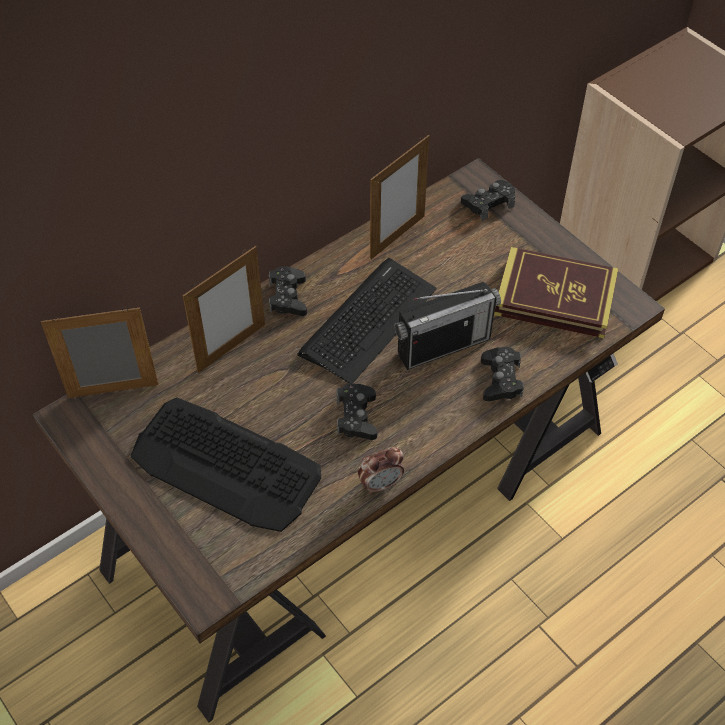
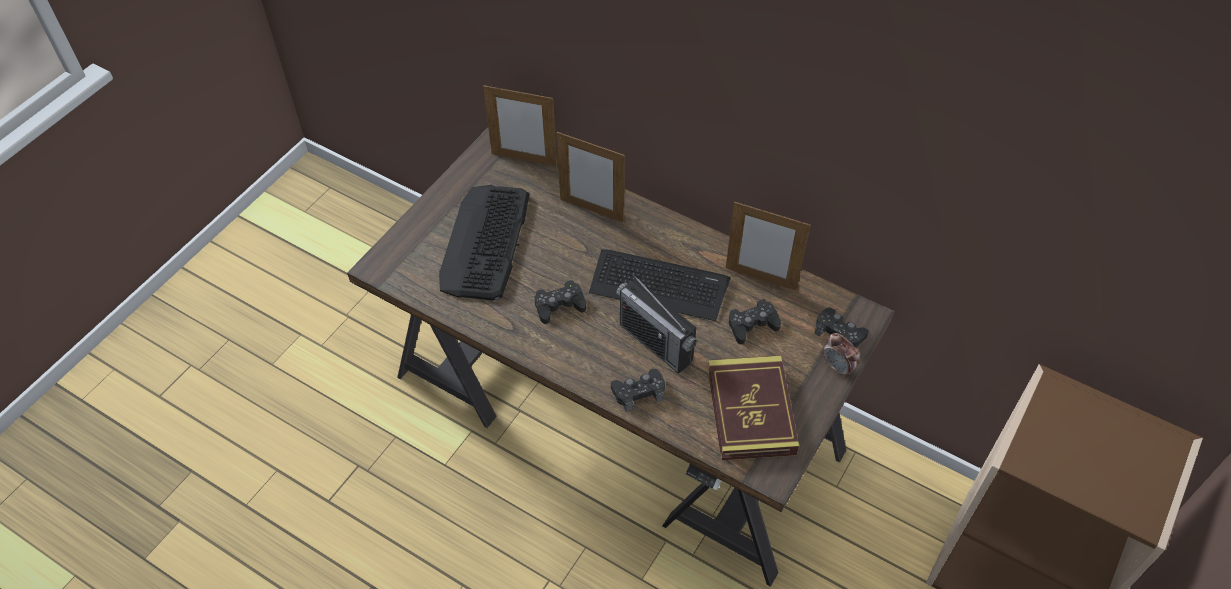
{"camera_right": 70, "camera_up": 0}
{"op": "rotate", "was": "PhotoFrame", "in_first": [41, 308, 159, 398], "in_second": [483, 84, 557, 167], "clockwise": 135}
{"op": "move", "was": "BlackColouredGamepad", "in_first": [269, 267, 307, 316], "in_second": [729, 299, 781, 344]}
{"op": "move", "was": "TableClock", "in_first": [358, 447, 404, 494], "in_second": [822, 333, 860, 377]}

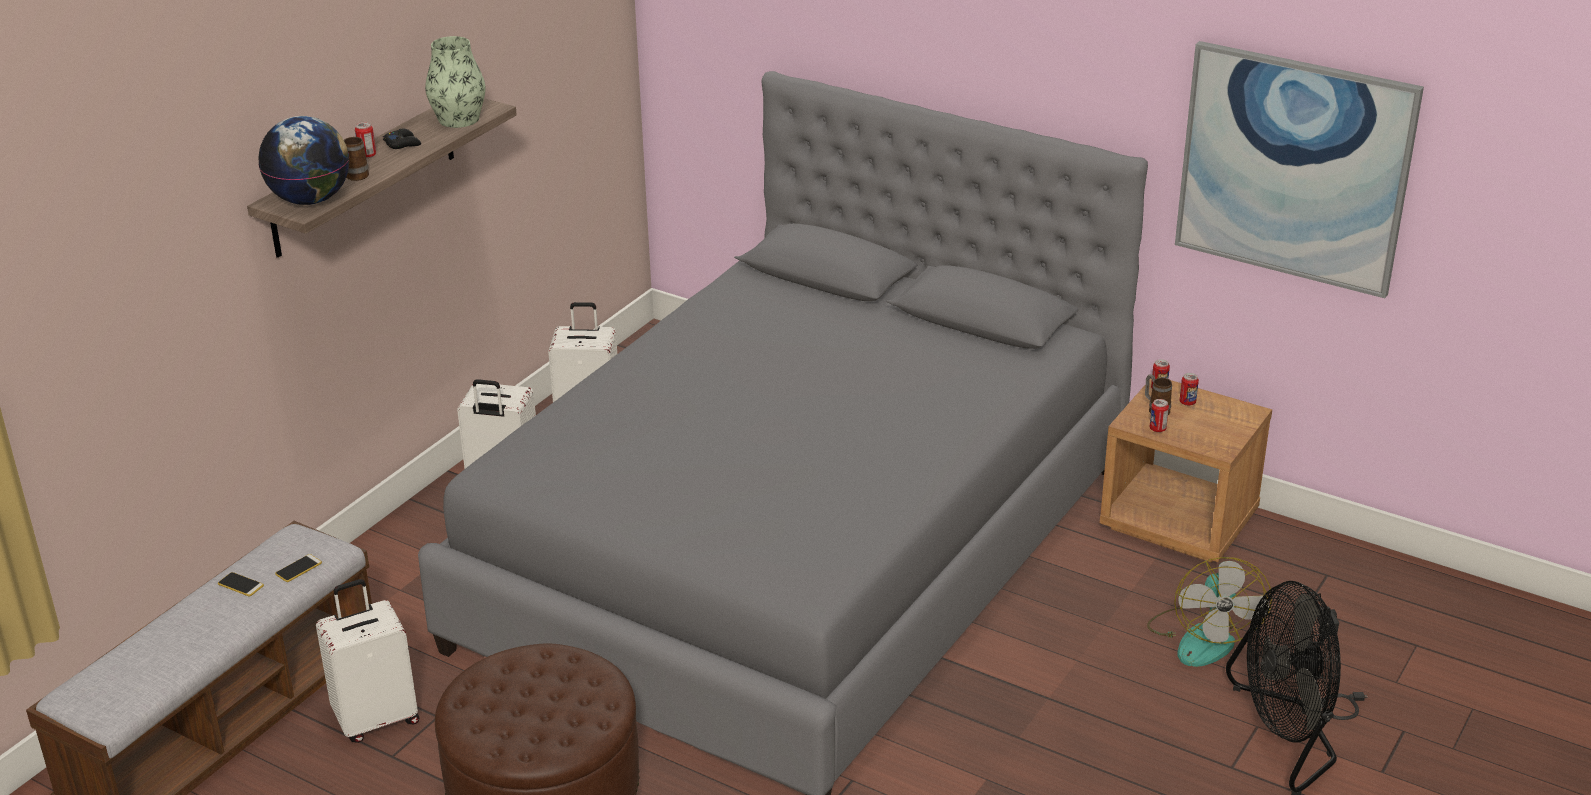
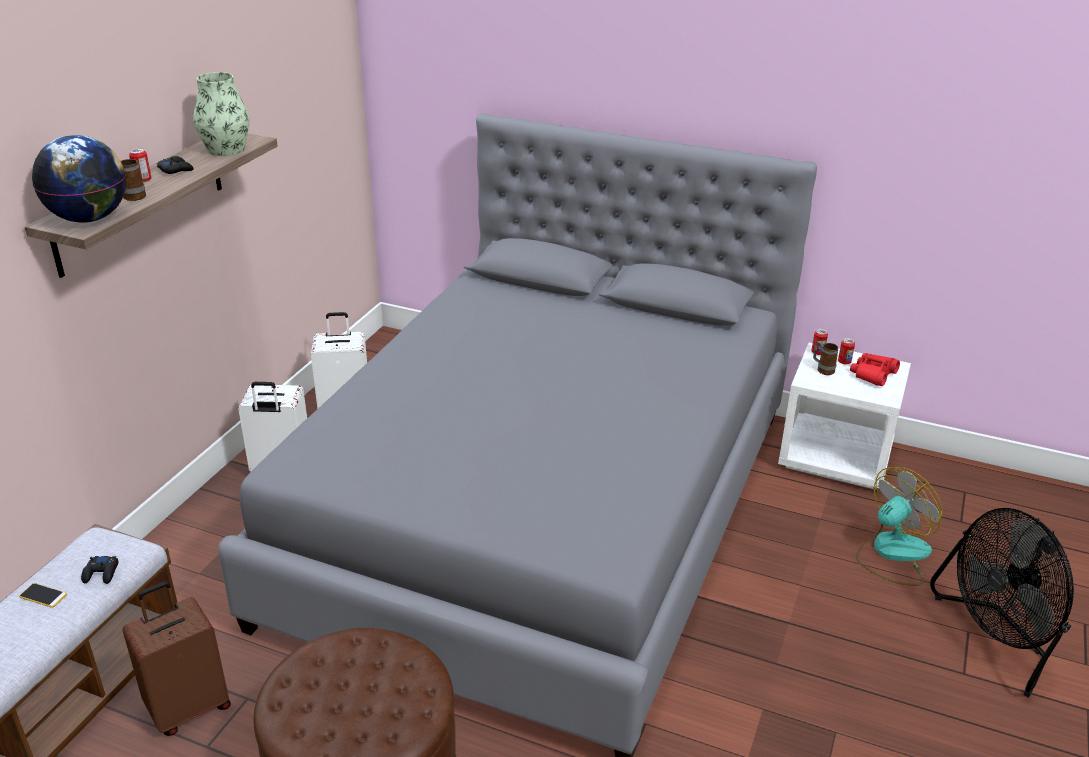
{"camera_right": -10, "camera_up": 0}
{"op": "replace", "was": "Telephone", "now": "BlackColouredGamepad", "in_first": [275, 554, 322, 582], "in_second": [81, 556, 118, 584]}
{"op": "recolor", "was": "WhiteColouredPieceOfLuggage", "now": "BrownishPieceOfLuggage", "in_first": [316, 579, 419, 743], "in_second": [122, 581, 231, 736]}
{"op": "recolor", "was": "BrownishBedsideTable", "now": "WhiteColouredBedsideTable", "in_first": [1100, 379, 1272, 562], "in_second": [778, 343, 911, 489]}
{"op": "insert", "now": "RedPairOfBinoculars", "in_second": [850, 353, 900, 386]}
{"op": "rotate", "was": "Fan", "in_first": [1147, 557, 1272, 667], "in_second": [856, 467, 943, 586], "clockwise": -120}
{"op": "delete", "was": "MetalCan", "in_first": [1149, 399, 1169, 432]}
{"op": "delete", "was": "WallPicture", "in_first": [1175, 41, 1424, 298]}

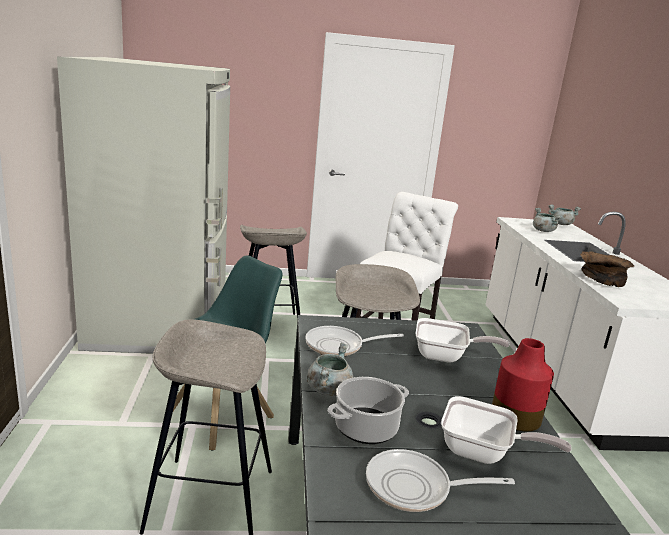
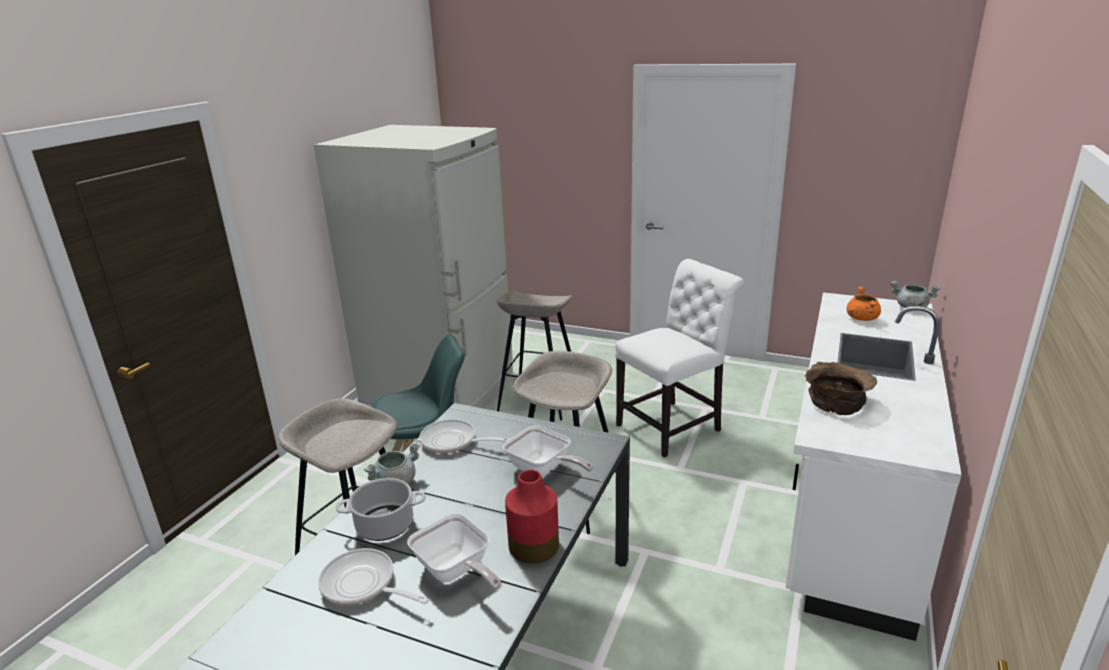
{"camera_right": 30, "camera_up": 5}
{"op": "recolor", "was": "GreyishStockpot", "now": "OrangeStockpot", "in_first": [533, 208, 562, 232], "in_second": [847, 287, 881, 321]}

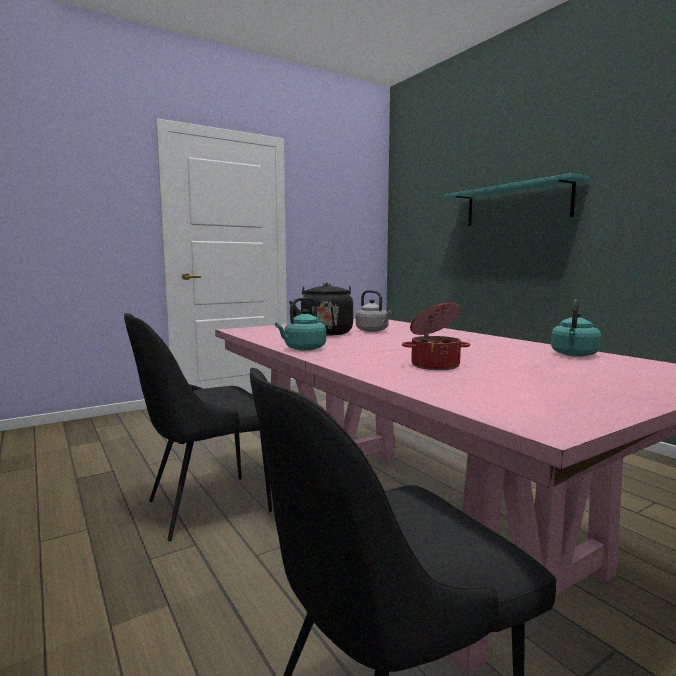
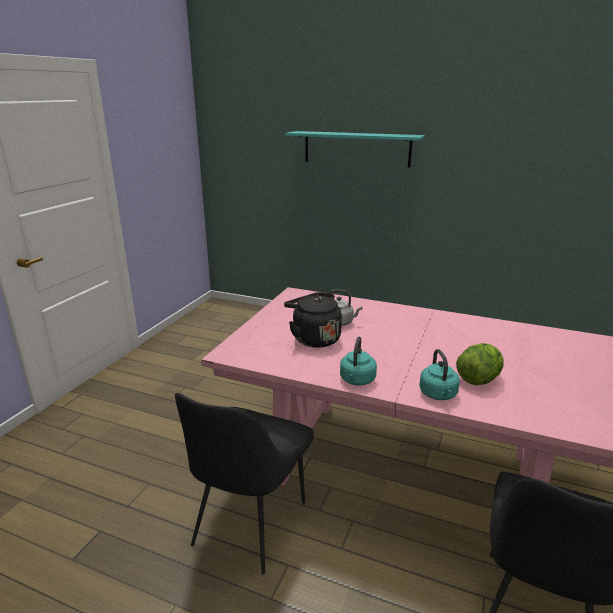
{"camera_right": -35, "camera_up": 15}
{"op": "move", "was": "TurquoiseWaterKettle", "in_first": [551, 299, 601, 357], "in_second": [419, 349, 460, 400]}
{"op": "replace", "was": "Stockpot", "now": "Lettuce", "in_first": [402, 303, 470, 370], "in_second": [456, 343, 504, 385]}

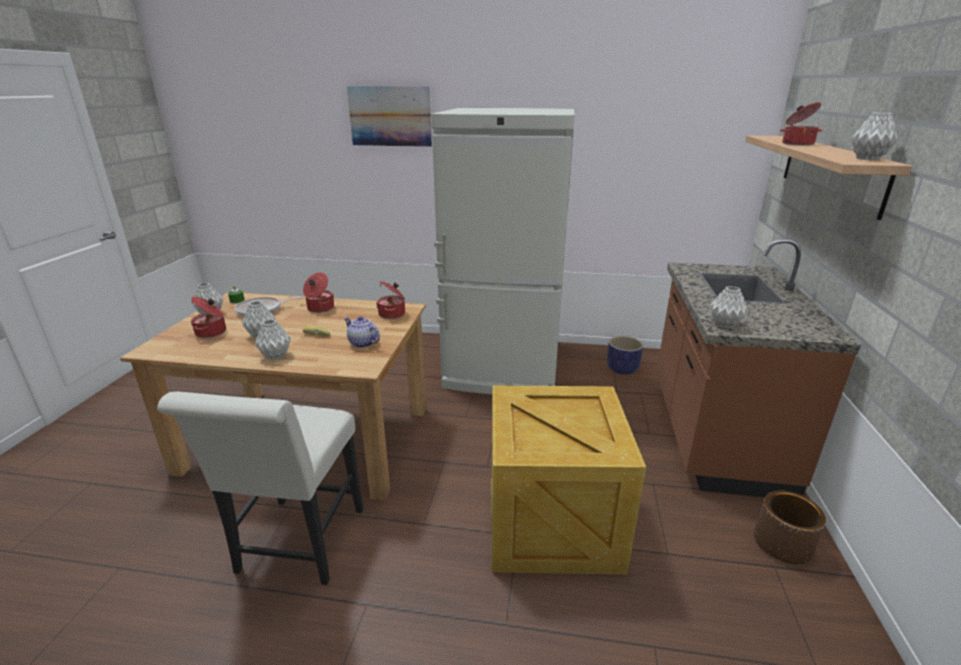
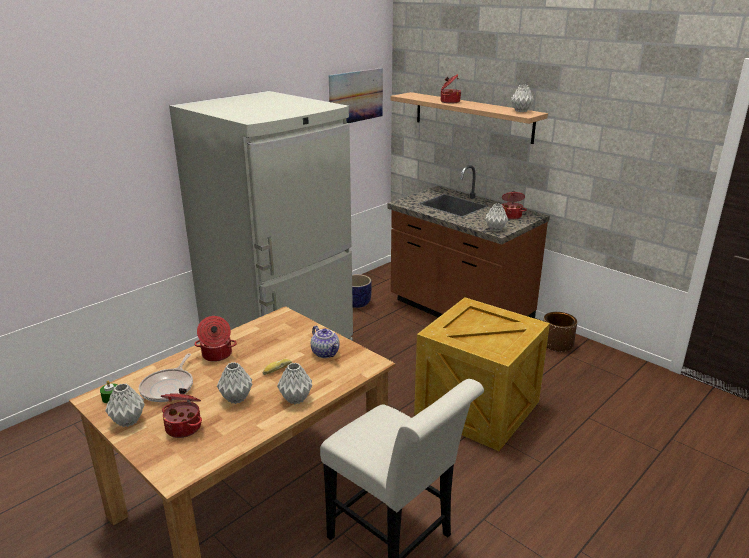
{"camera_right": -55, "camera_up": 0}
{"op": "rotate", "was": "PotForTea", "in_first": [344, 316, 380, 348], "in_second": [311, 326, 340, 358], "clockwise": -105}
{"op": "move", "was": "WallPicture", "in_first": [347, 86, 432, 147], "in_second": [329, 68, 383, 123]}
{"op": "move", "was": "Stockpot", "in_first": [376, 281, 405, 319], "in_second": [502, 191, 527, 220]}

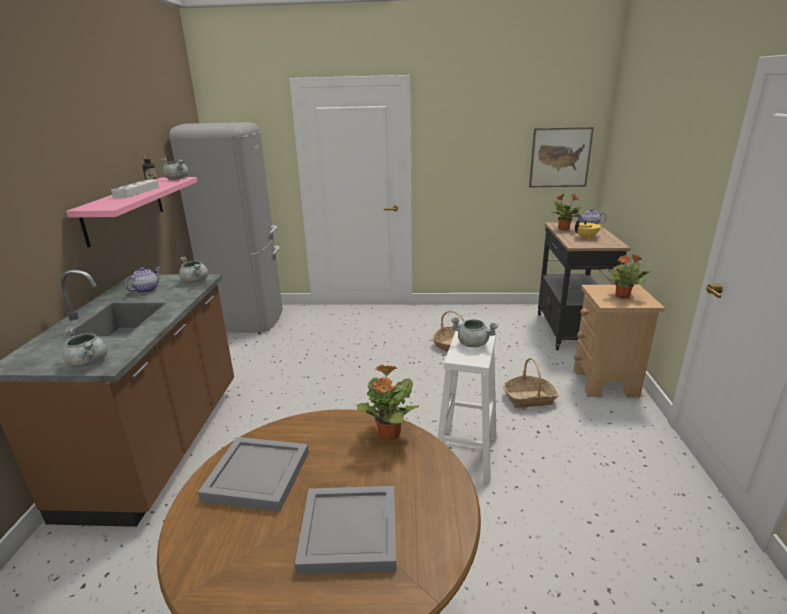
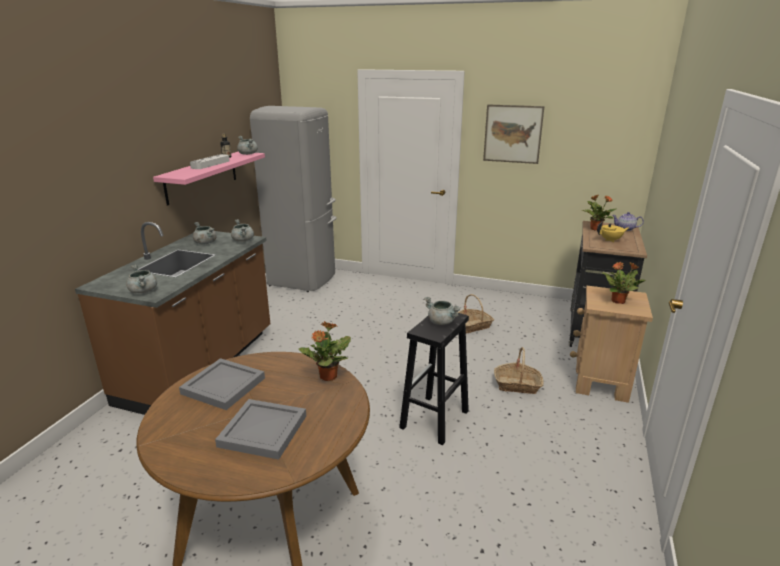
{"camera_right": 15, "camera_up": 0}
{"op": "replace", "was": "PotForTea", "now": "GreyishStockpot", "in_first": [125, 267, 160, 293], "in_second": [193, 222, 217, 244]}
{"op": "recolor", "was": "WhiteColouredStoolSeat", "now": "BlackColouredStoolSeat", "in_first": [438, 331, 496, 483], "in_second": [399, 313, 469, 445]}
{"op": "move", "was": "WallPicture", "in_first": [529, 127, 594, 187], "in_second": [483, 104, 545, 164]}

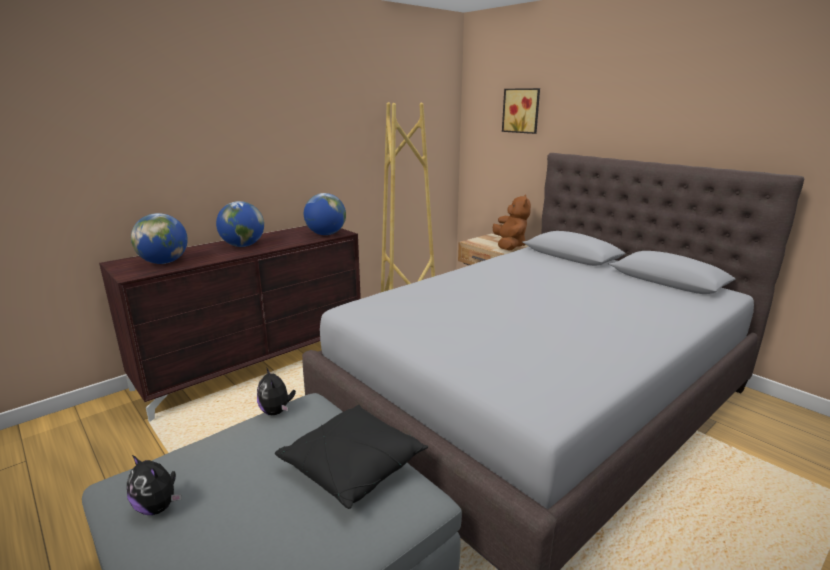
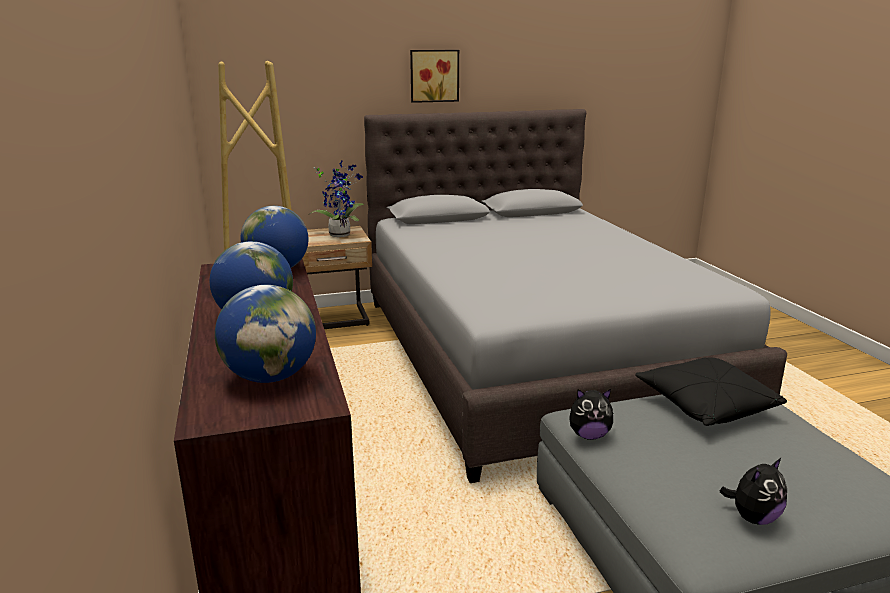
{"camera_right": -65, "camera_up": 0}
{"op": "replace", "was": "BrownishSoftToy", "now": "PlantInAPot", "in_first": [493, 195, 531, 250], "in_second": [308, 160, 364, 237]}
{"op": "move", "was": "WallPicture", "in_first": [502, 88, 540, 134], "in_second": [410, 50, 459, 103]}

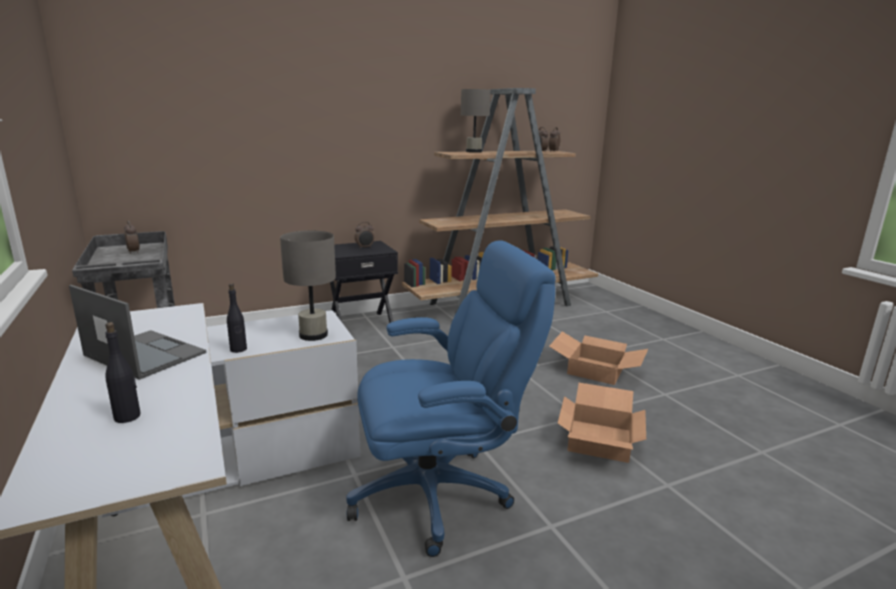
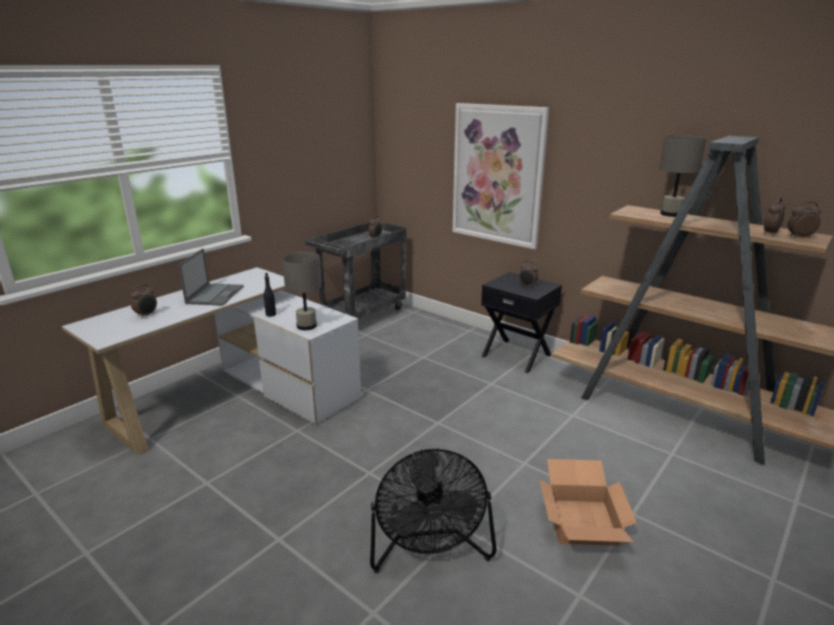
{"camera_right": 65, "camera_up": 5}
{"op": "replace", "was": "BlackColouredDrinkBottle", "now": "TableClock", "in_first": [105, 322, 140, 423], "in_second": [131, 284, 157, 318]}
{"op": "replace", "was": "CardboardBox", "now": "BlackColouredFan", "in_first": [558, 383, 646, 463], "in_second": [370, 448, 497, 574]}
{"op": "insert", "now": "WallPicture", "in_second": [453, 103, 549, 249]}
{"op": "delete", "was": "BluishDeskChair", "in_first": [346, 240, 556, 557]}

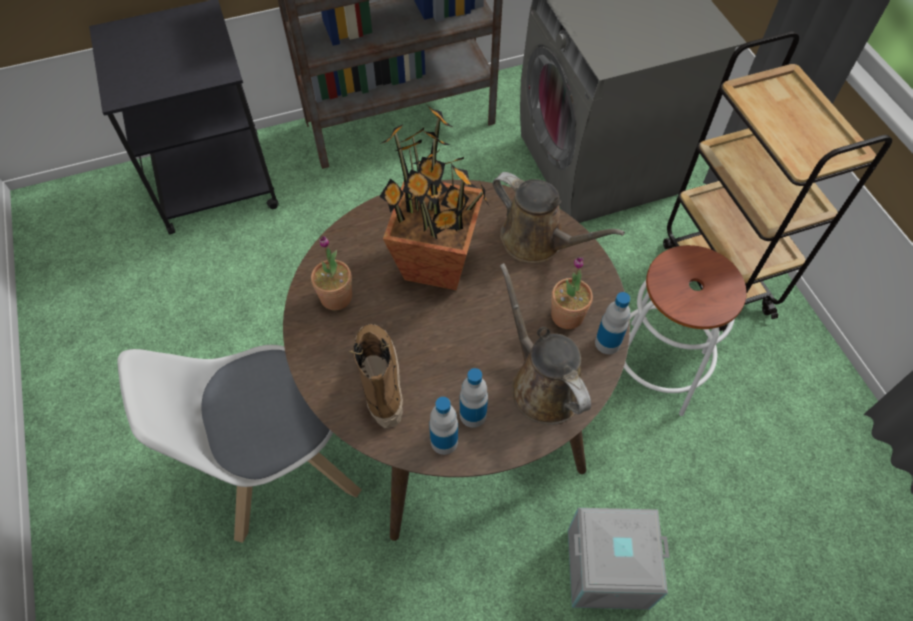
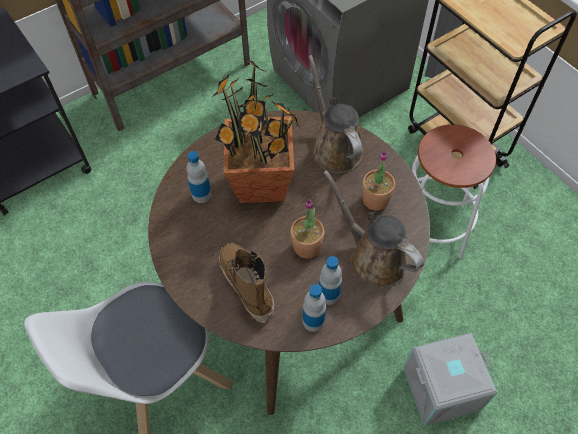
{"camera_right": -15, "camera_up": 0}
{"op": "move", "was": "DrinkBottle", "in_first": [595, 292, 630, 354], "in_second": [186, 151, 212, 203]}
{"op": "move", "was": "PlantInAPot", "in_first": [311, 235, 352, 310], "in_second": [290, 199, 324, 258]}
{"op": "rotate", "was": "BrownishWateringPot", "in_first": [492, 172, 625, 263], "in_second": [308, 55, 363, 173], "clockwise": -135}

